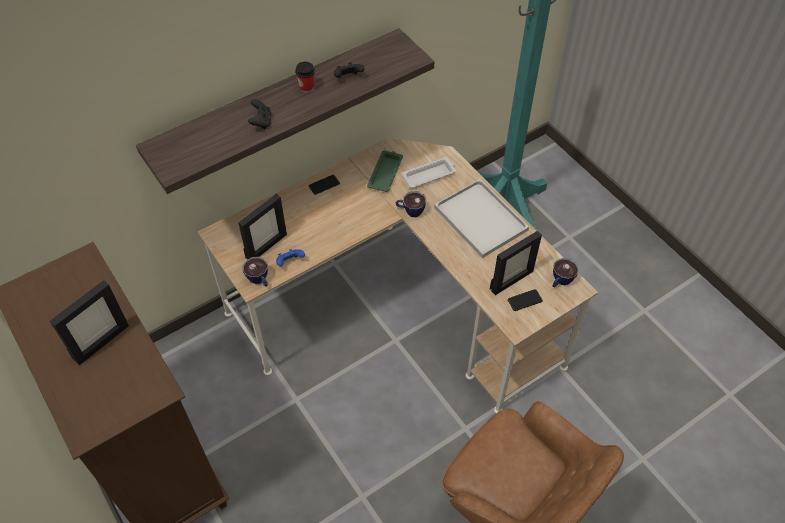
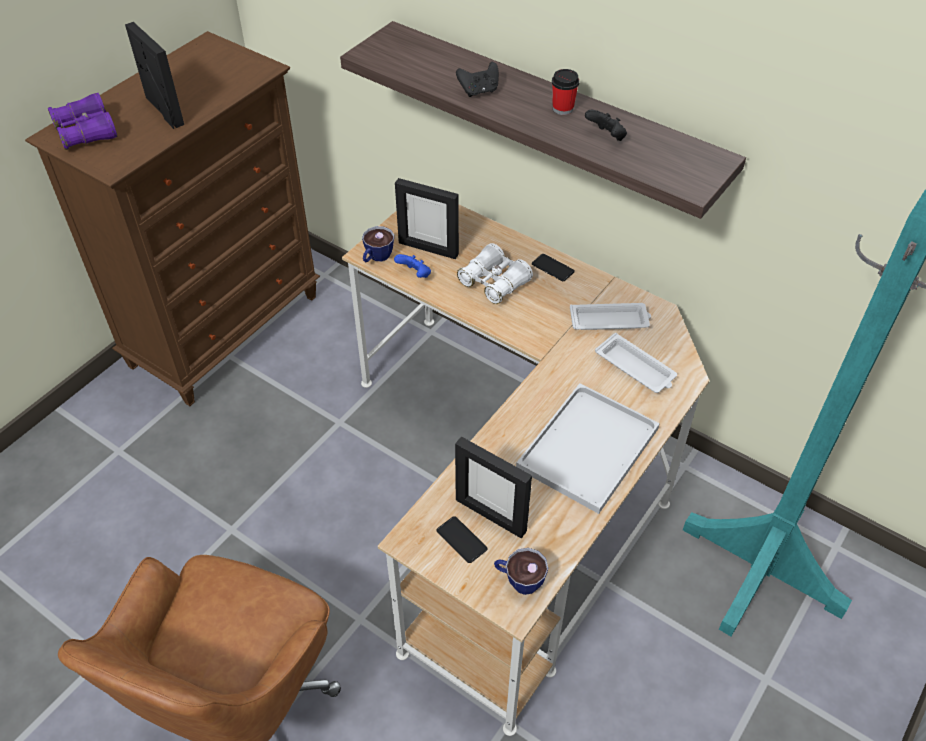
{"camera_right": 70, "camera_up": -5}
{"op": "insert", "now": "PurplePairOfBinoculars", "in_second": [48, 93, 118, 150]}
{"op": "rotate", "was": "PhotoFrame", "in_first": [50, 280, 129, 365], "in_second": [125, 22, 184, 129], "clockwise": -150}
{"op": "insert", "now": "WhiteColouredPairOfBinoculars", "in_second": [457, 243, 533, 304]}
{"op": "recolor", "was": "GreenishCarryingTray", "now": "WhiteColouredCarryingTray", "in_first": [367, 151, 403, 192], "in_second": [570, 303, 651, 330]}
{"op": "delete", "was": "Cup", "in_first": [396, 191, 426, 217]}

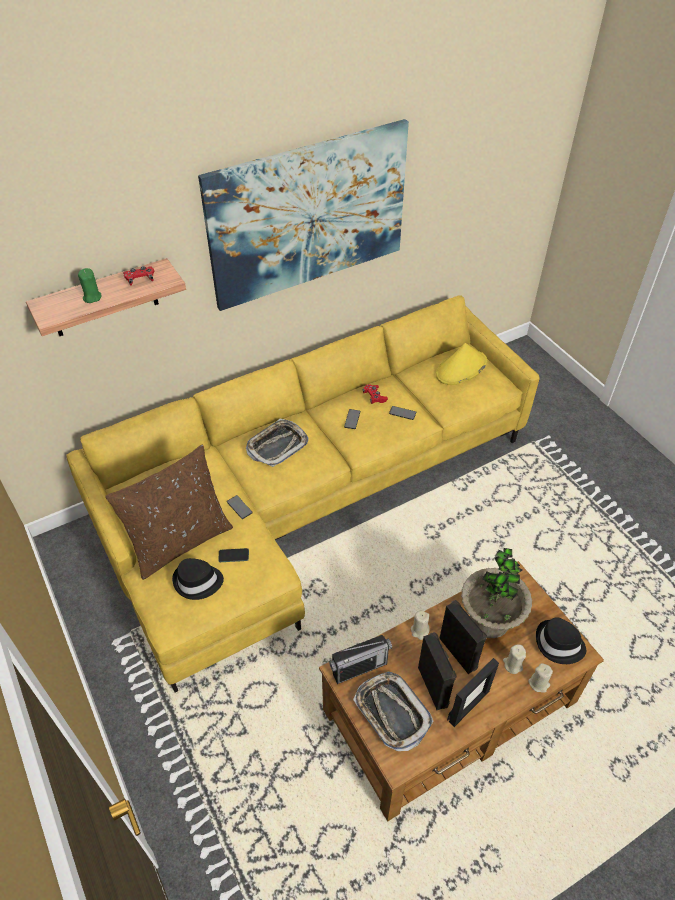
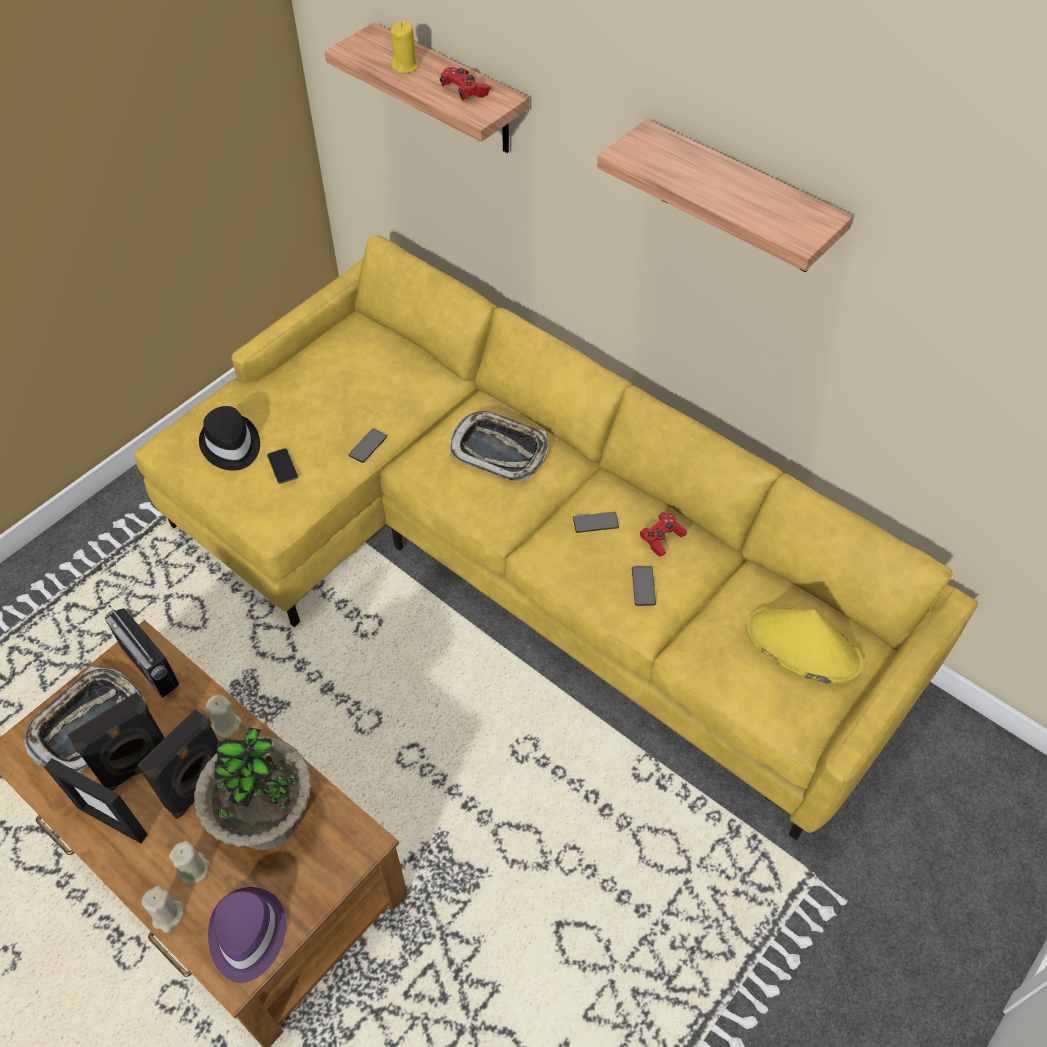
{"camera_right": 70, "camera_up": 5}
{"op": "recolor", "was": "BlackColouredHat", "now": "PurpleHat", "in_first": [536, 617, 586, 664], "in_second": [208, 887, 286, 983]}
{"op": "recolor", "was": "GreenishWaxCandle", "now": "YellowColouredWaxCandle", "in_first": [78, 268, 102, 303], "in_second": [391, 21, 419, 74]}
{"op": "replace", "was": "WallPicture", "now": "BracketShelf", "in_first": [198, 119, 409, 311], "in_second": [597, 119, 854, 272]}
{"op": "delete", "was": "BrownishCushion", "in_first": [105, 445, 233, 580]}

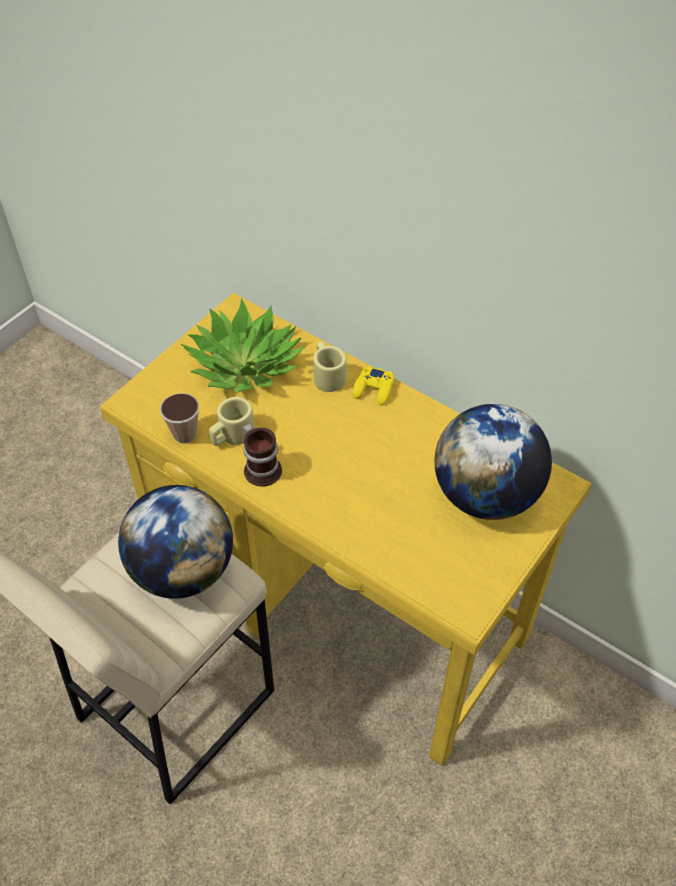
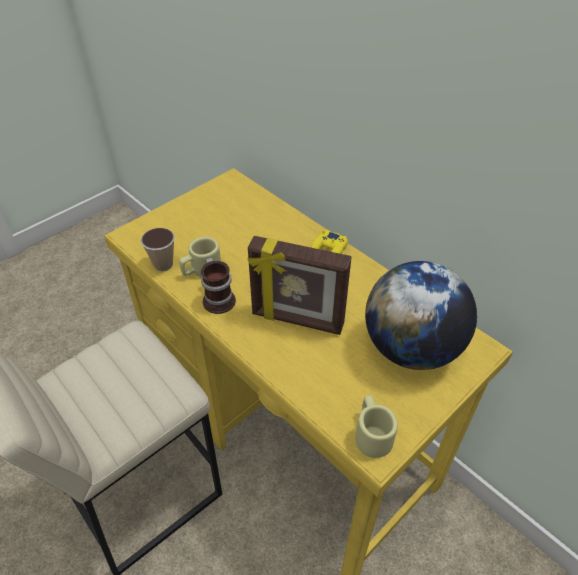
{"camera_right": 10, "camera_up": -5}
{"op": "insert", "now": "PhotoFrame", "in_second": [248, 236, 351, 335]}
{"op": "move", "was": "BeigeCoffeeMug", "in_first": [313, 342, 347, 392], "in_second": [355, 395, 398, 458]}
{"op": "delete", "was": "WorldGlobe", "in_first": [118, 485, 233, 599]}
{"op": "delete", "was": "PlantInAPot", "in_first": [180, 298, 304, 393]}

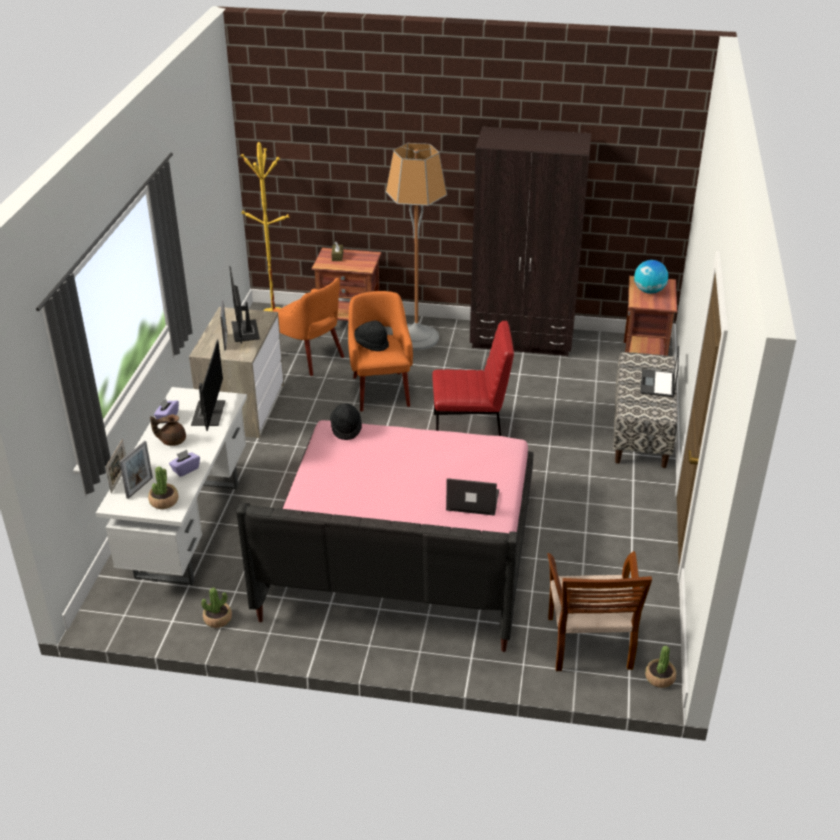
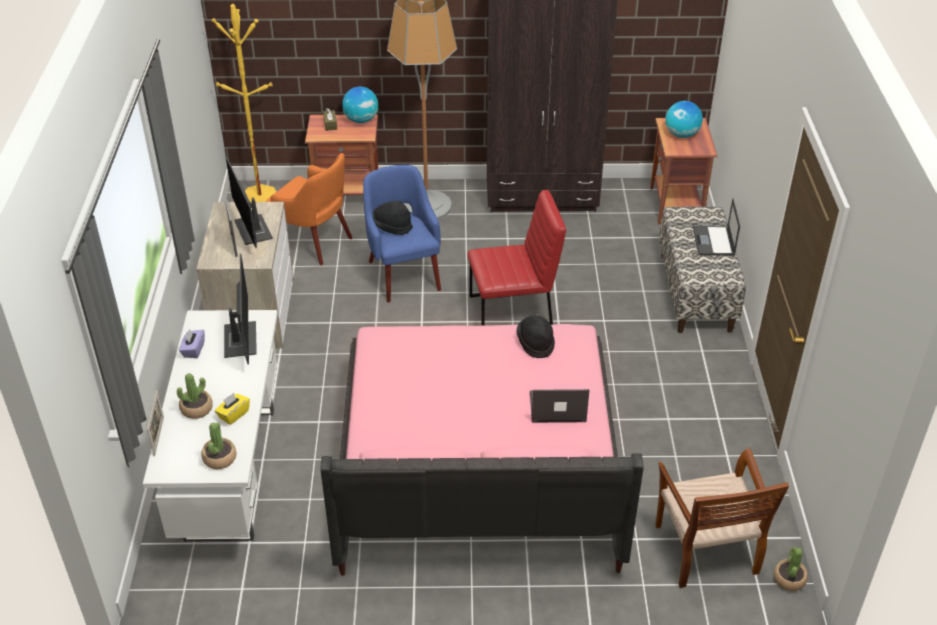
{"camera_right": -10, "camera_up": 5}
{"op": "move", "was": "PlantInAPot", "in_first": [201, 587, 232, 628], "in_second": [177, 373, 213, 419]}
{"op": "recolor", "was": "PurpleBoxOfTissues", "now": "YellowColouredBoxOfTissues", "in_first": [169, 450, 200, 477], "in_second": [215, 393, 250, 425]}
{"op": "insert", "now": "WorldGlobe", "in_second": [342, 87, 378, 123]}
{"op": "recolor", "was": "OrangeEasyChair", "now": "BluishEasyChair", "in_first": [348, 291, 413, 411], "in_second": [363, 165, 441, 303]}
{"op": "move", "was": "BlackColouredHat", "in_first": [330, 404, 362, 440], "in_second": [516, 315, 555, 358]}
{"op": "delete", "was": "PhotoFrame", "in_first": [119, 441, 153, 499]}
{"op": "delete", "was": "BrownishPotForTea", "in_first": [150, 414, 186, 446]}

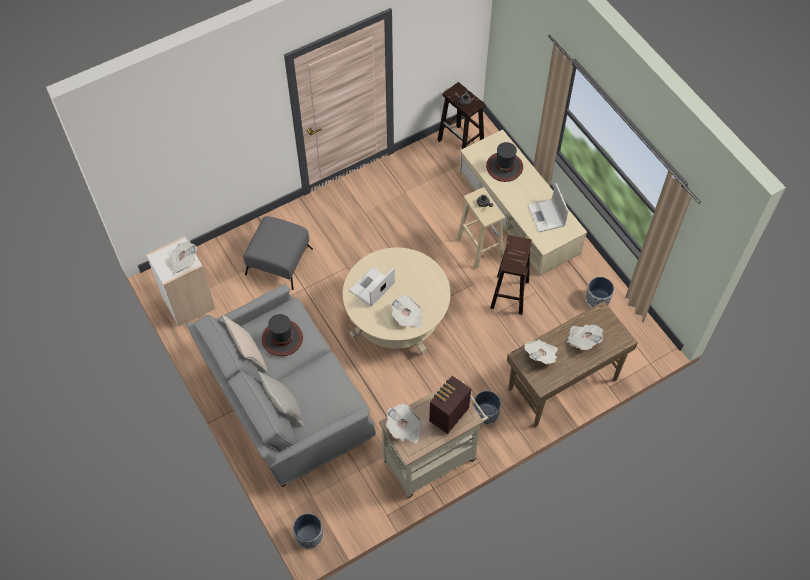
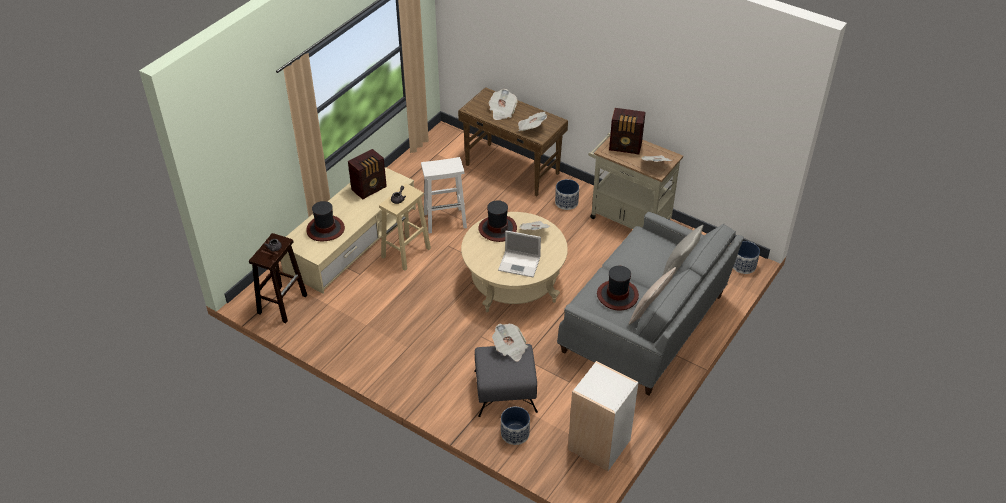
{"camera_right": -115, "camera_up": -15}
{"op": "replace", "was": "Laptop", "now": "RadioSet", "in_first": [527, 183, 569, 232], "in_second": [348, 149, 387, 199]}
{"op": "recolor", "was": "BrownishStoolSeat", "now": "WhiteColouredStoolSeat", "in_first": [490, 235, 532, 315], "in_second": [421, 157, 467, 234]}
{"op": "insert", "now": "Hat", "in_second": [478, 200, 517, 242]}
{"op": "move", "was": "DailyPaper", "in_first": [165, 240, 197, 274], "in_second": [492, 324, 528, 362]}
{"op": "move", "was": "PlantPot", "in_first": [585, 277, 614, 307], "in_second": [501, 407, 530, 445]}

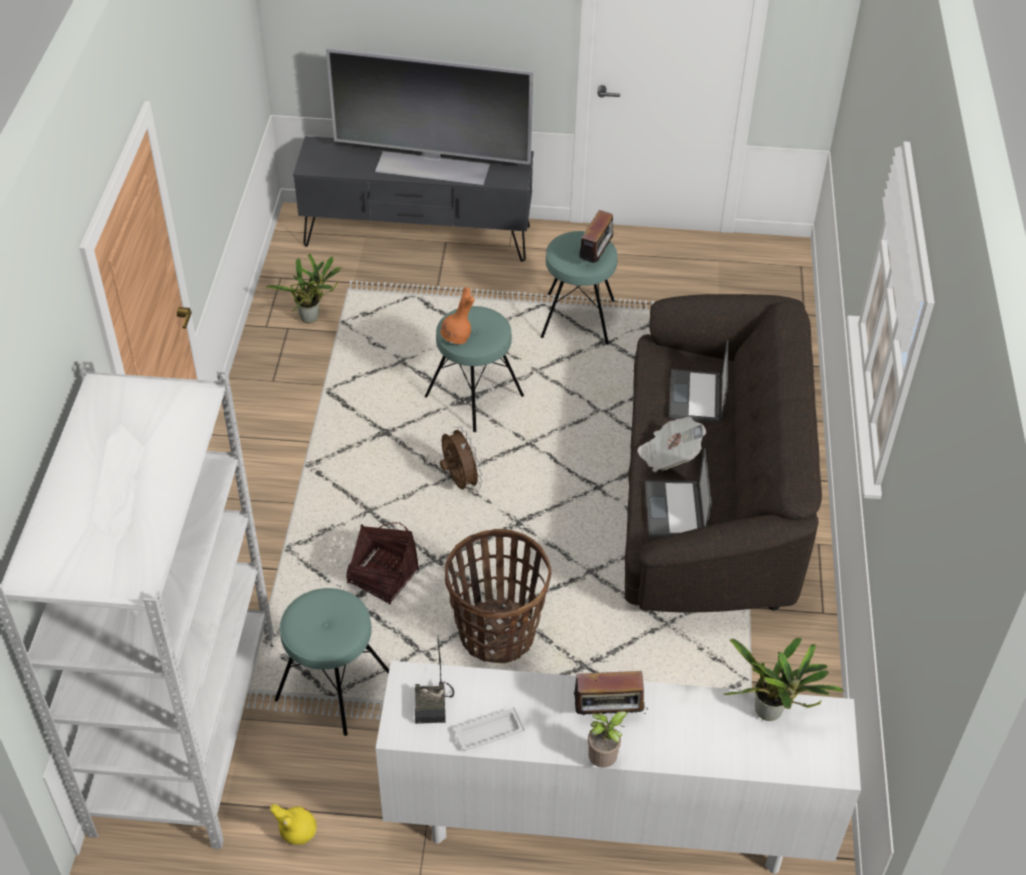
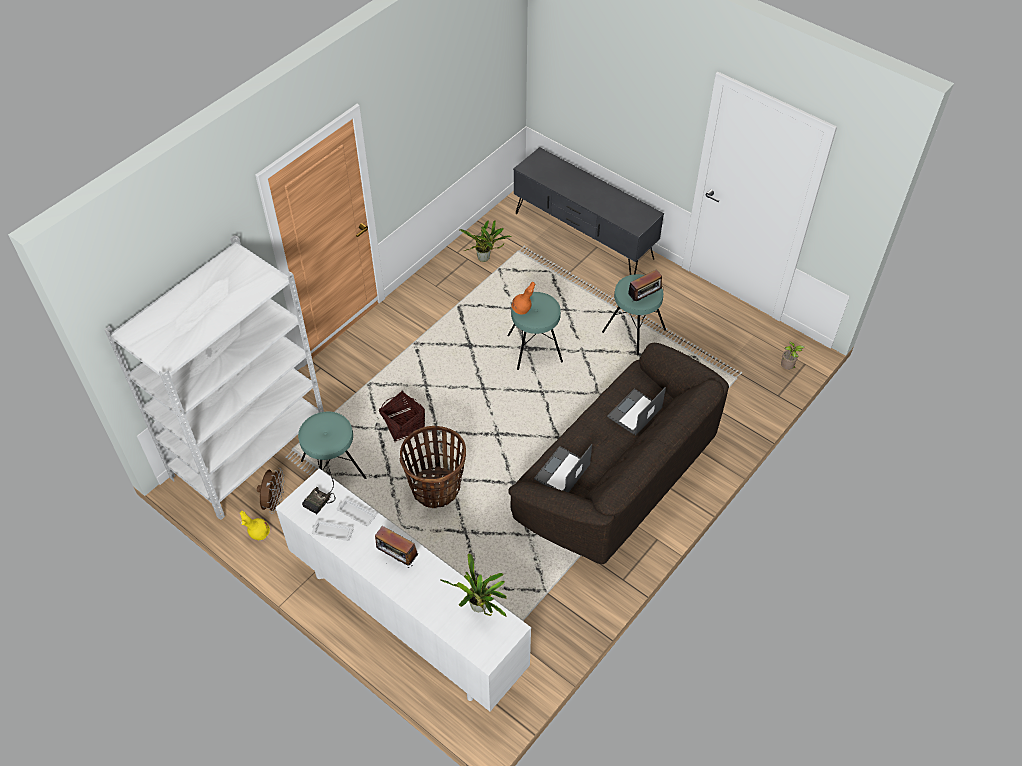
{"camera_right": 35, "camera_up": 5}
{"op": "move", "was": "BrownishFan", "in_first": [440, 426, 483, 490], "in_second": [257, 468, 285, 514]}
{"op": "insert", "now": "WhiteColouredCarryingTray", "in_second": [337, 497, 377, 526]}
{"op": "move", "was": "PlantInAPot", "in_first": [588, 711, 628, 768], "in_second": [781, 342, 805, 370]}
{"op": "delete", "was": "Tv", "in_first": [326, 48, 533, 185]}
{"op": "delete", "was": "DailyPaper", "in_first": [637, 417, 706, 472]}

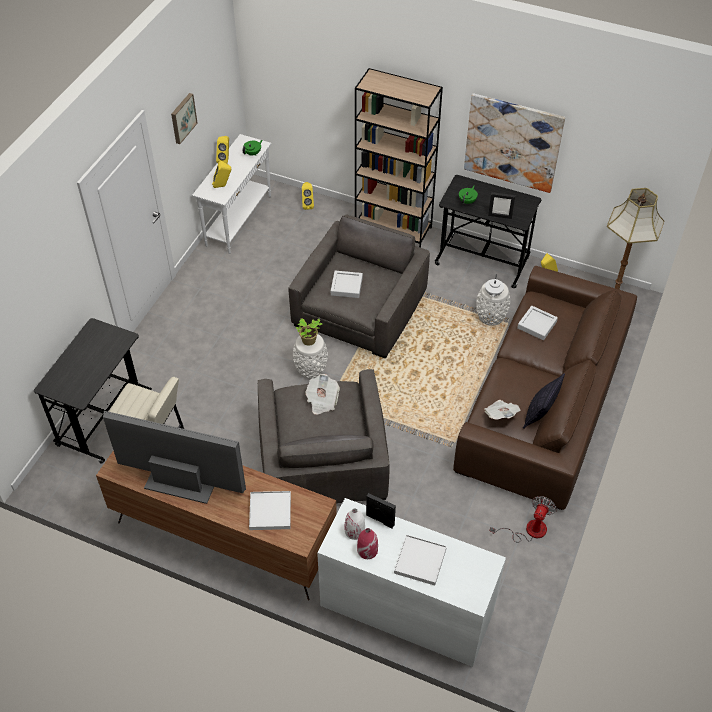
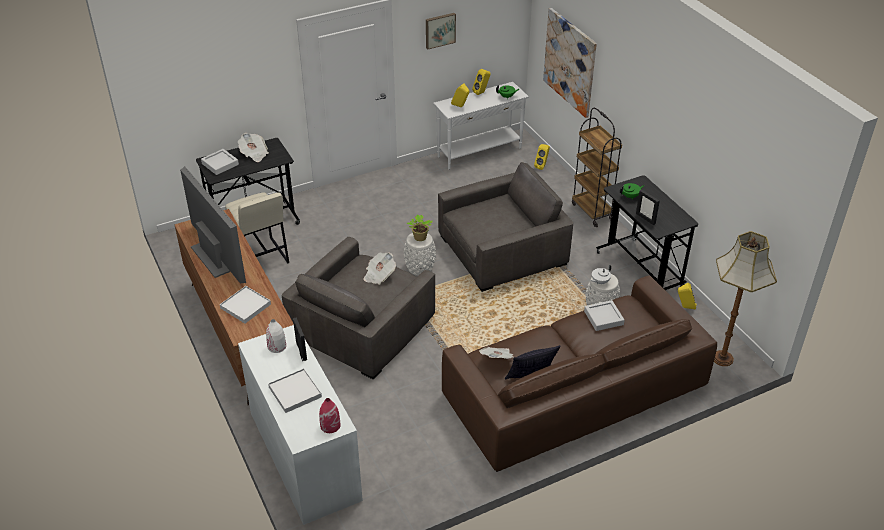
{"camera_right": 40, "camera_up": -10}
{"op": "move", "was": "GreyishCarryingTray", "in_first": [331, 271, 363, 298], "in_second": [201, 149, 239, 175]}
{"op": "insert", "now": "DailyPaper", "in_second": [238, 133, 269, 162]}
{"op": "move", "was": "RedDecorativeVase", "in_first": [357, 528, 378, 559], "in_second": [319, 398, 340, 433]}
{"op": "move", "was": "WallPicture", "in_first": [464, 93, 565, 193], "in_second": [543, 8, 597, 118]}
{"op": "replace", "was": "BeigeBookshelf", "now": "BrownishWheeledCart", "in_first": [355, 68, 443, 248], "in_second": [572, 108, 622, 227]}
{"op": "delete", "was": "Fan", "in_first": [490, 496, 557, 542]}

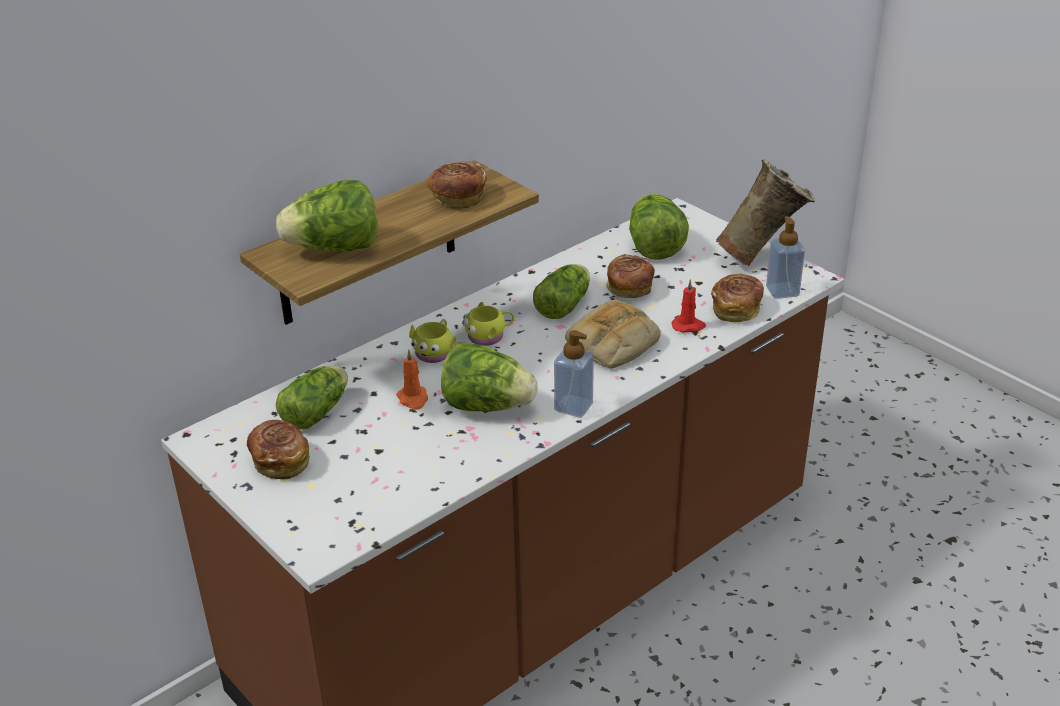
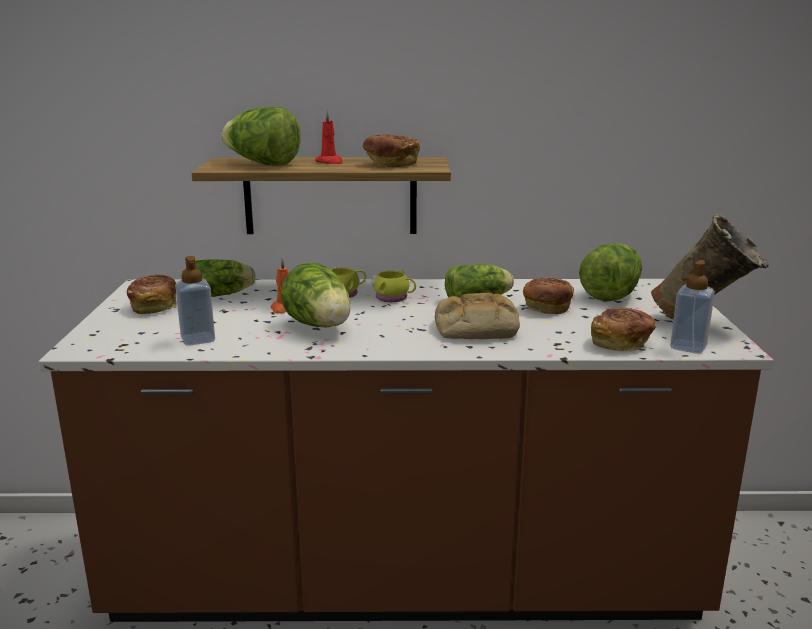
{"camera_right": 40, "camera_up": -15}
{"op": "move", "was": "LiquidSoapBottle", "in_first": [554, 330, 594, 418], "in_second": [175, 256, 215, 346]}
{"op": "move", "was": "RedWaxCandle", "in_first": [672, 279, 706, 333], "in_second": [315, 110, 343, 164]}

